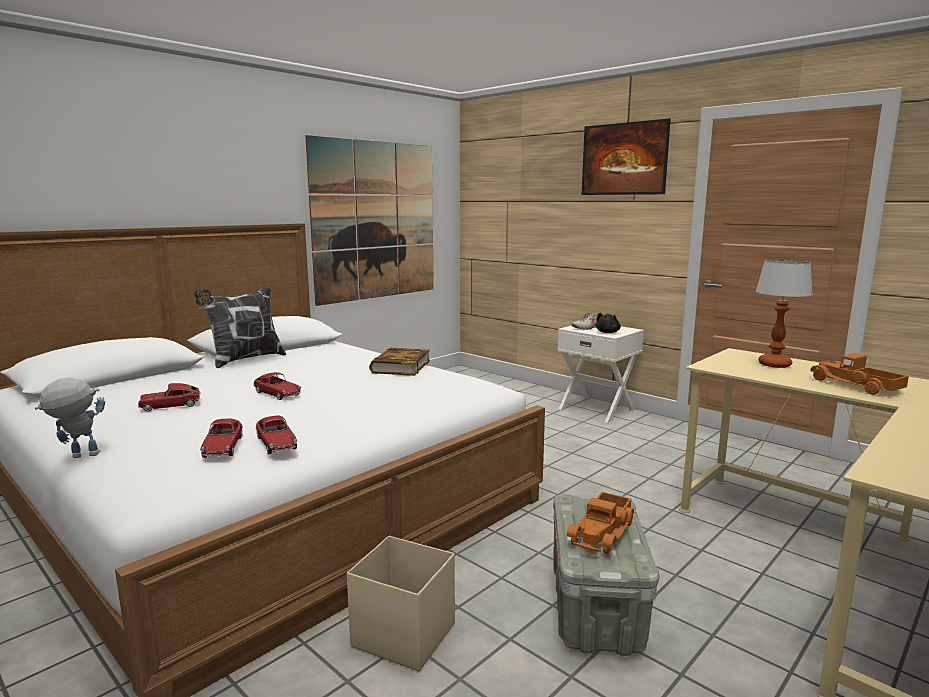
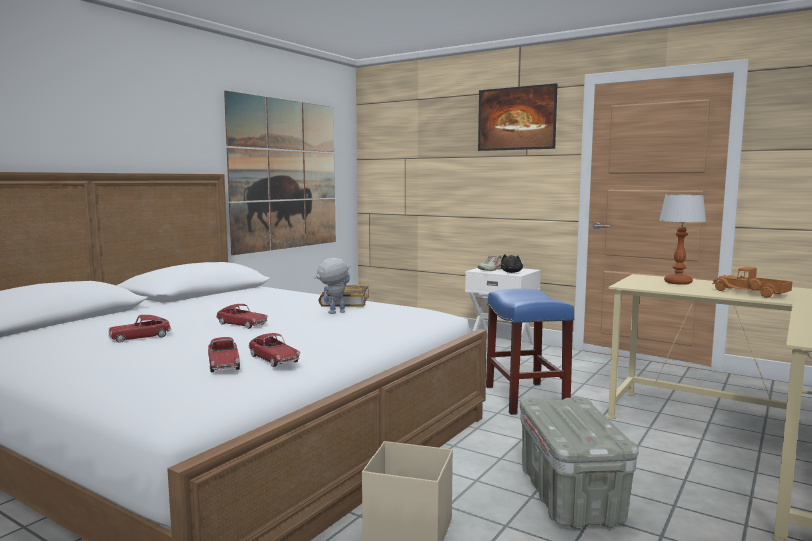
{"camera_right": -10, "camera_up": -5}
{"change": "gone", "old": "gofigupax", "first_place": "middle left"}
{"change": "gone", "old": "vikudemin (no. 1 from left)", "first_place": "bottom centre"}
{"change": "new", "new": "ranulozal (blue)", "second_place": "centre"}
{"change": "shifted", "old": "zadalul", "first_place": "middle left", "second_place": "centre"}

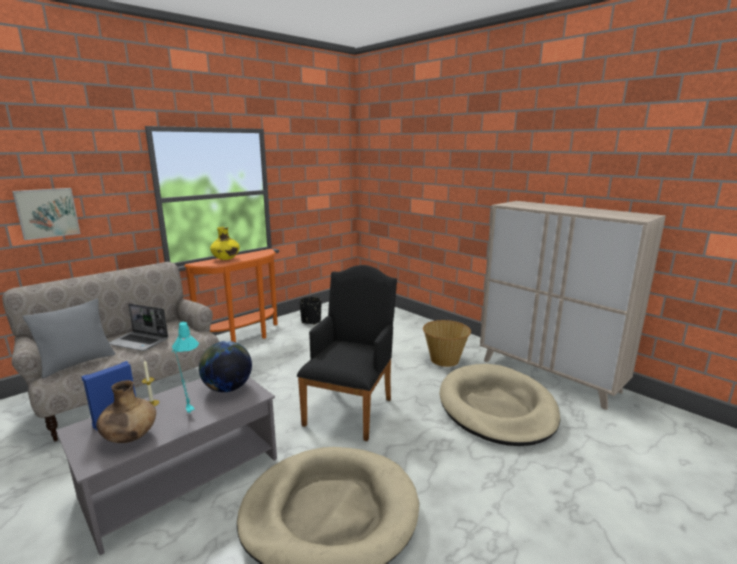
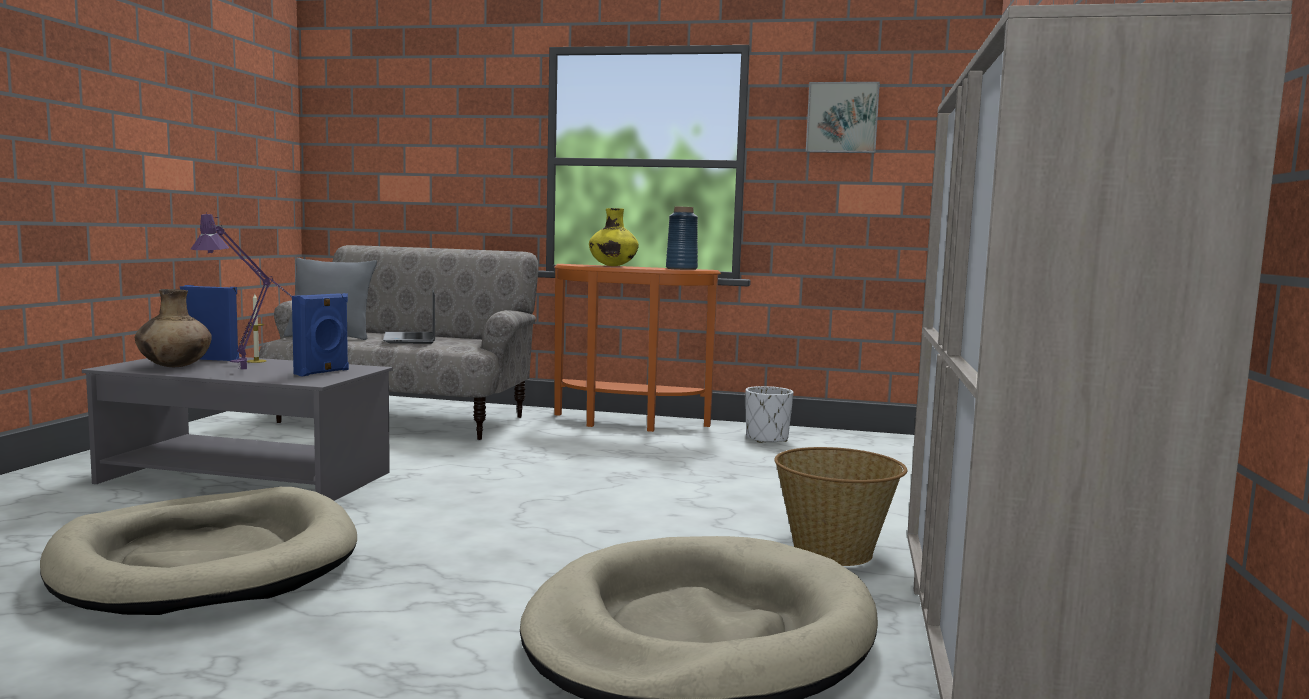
{"camera_right": 55, "camera_up": -10}
{"change": "gone", "old": "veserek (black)", "first_place": "centre"}
{"change": "new", "new": "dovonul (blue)", "second_place": "centre"}
{"change": "shifted", "old": "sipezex", "first_place": "middle left", "second_place": "top centre"}
{"change": "swapped", "old": "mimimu", "new": "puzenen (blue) (no. 2 from left)", "first_place": "middle left", "second_place": "middle left"}
{"change": "repainted", "old": "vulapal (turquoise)", "new": "vulapal (purple)", "first_place": "middle left", "second_place": "middle left"}
{"change": "repainted", "old": "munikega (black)", "new": "munikega (white)", "first_place": "centre", "second_place": "centre"}

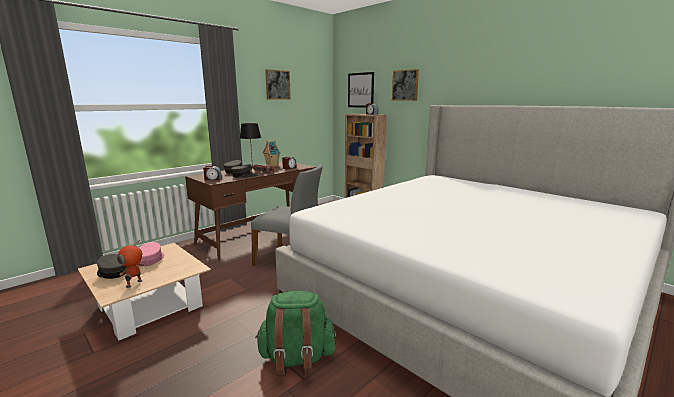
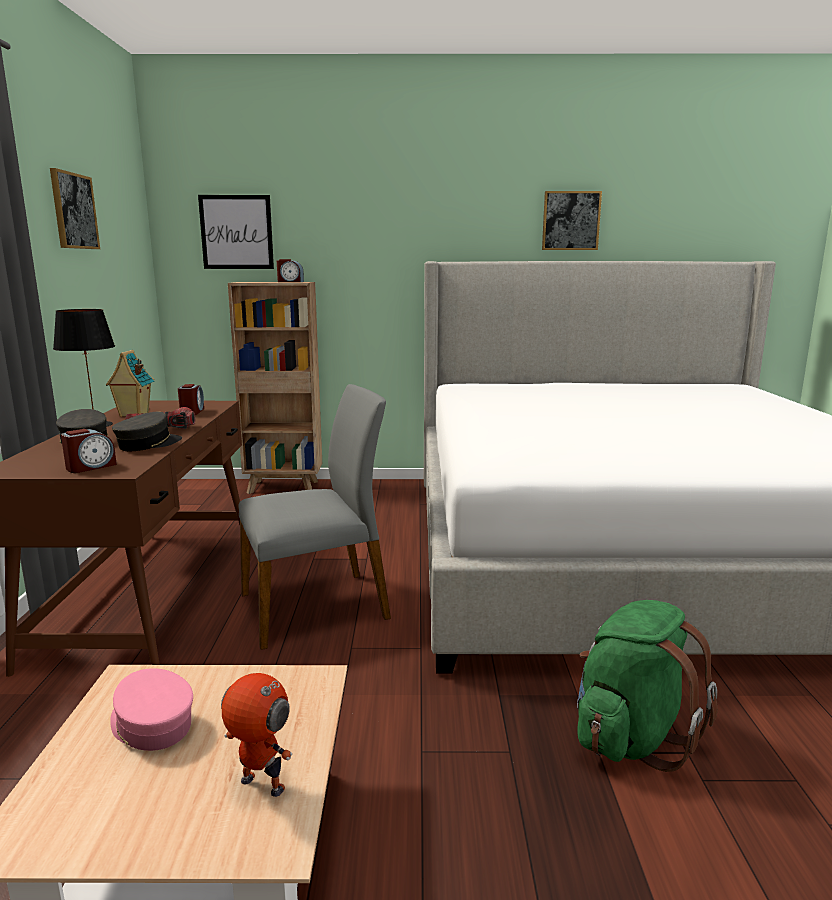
{"camera_right": -45, "camera_up": 0}
{"change": "gone", "old": "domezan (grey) (no. 1 from left)", "first_place": "bottom left"}
{"change": "shifted", "old": "sipezex (no. 3 from left)", "first_place": "top centre", "second_place": "top right"}
{"change": "rotated", "old": "zadalul", "first_place": "middle left", "second_place": "bottom left", "degrees": 135}

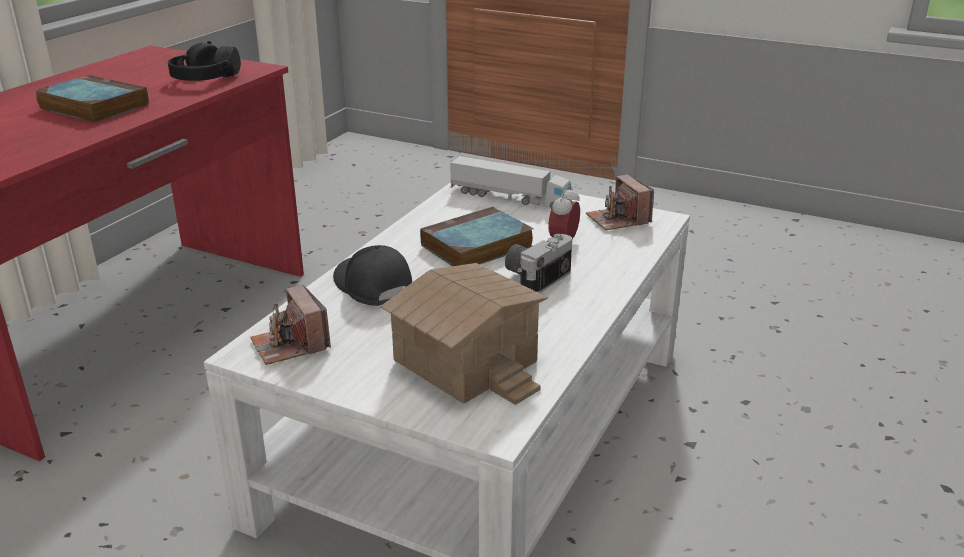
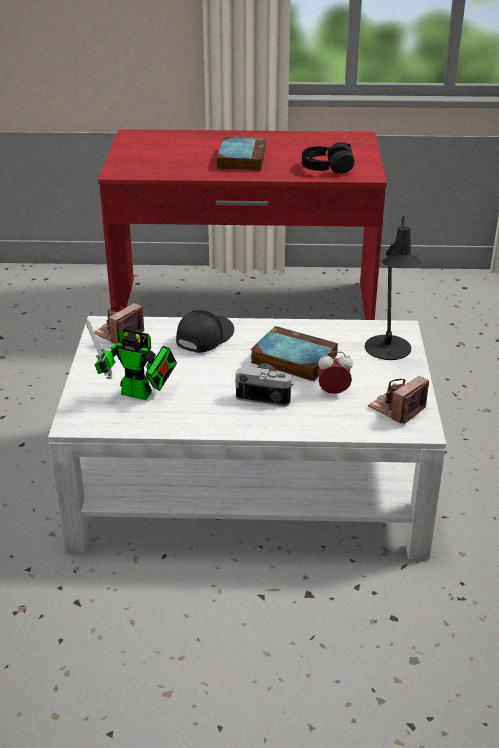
{"camera_right": 65, "camera_up": 5}
{"change": "swapped", "old": "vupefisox", "new": "zadalul", "first_place": "centre", "second_place": "middle left"}
{"change": "swapped", "old": "vikudemin", "new": "vulapal (black)", "first_place": "top centre", "second_place": "middle right"}

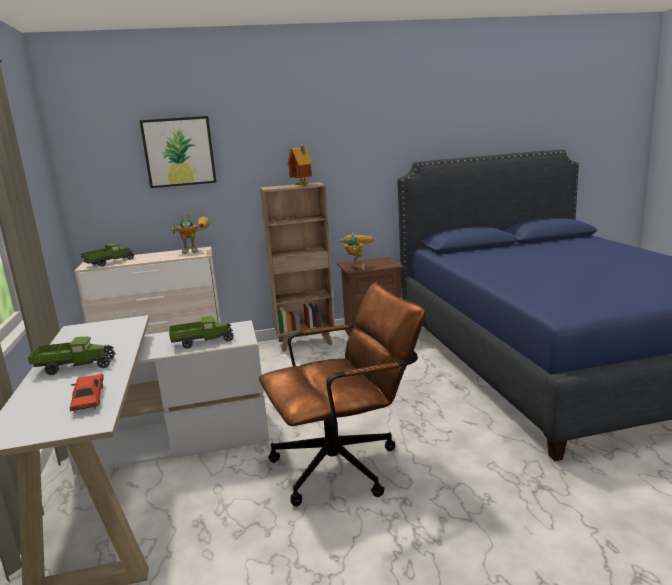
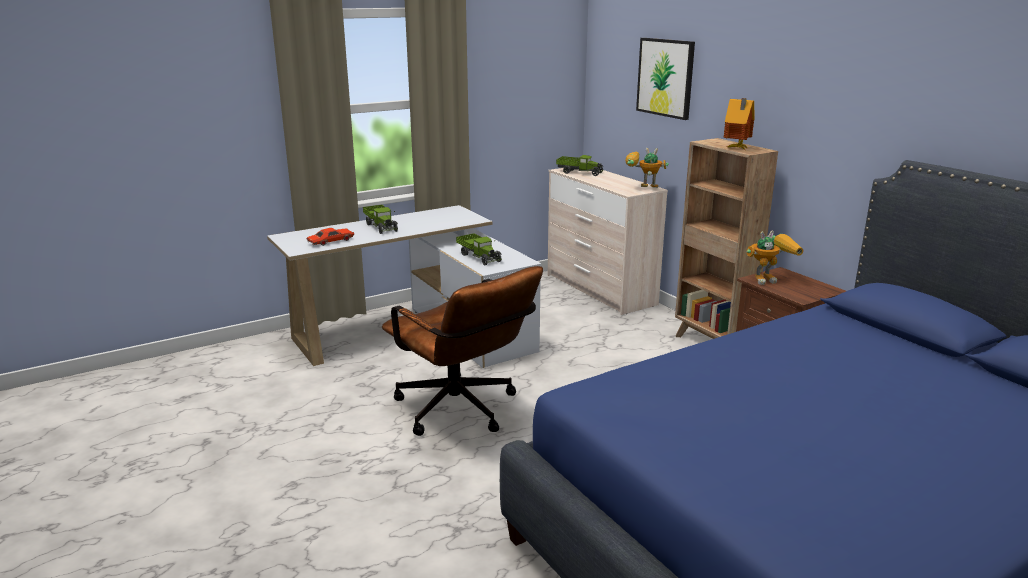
{"camera_right": 70, "camera_up": 5}
{"change": "rotated", "old": "zadalul (no. 1 from left)", "first_place": "middle left", "second_place": "top centre", "degrees": 135}

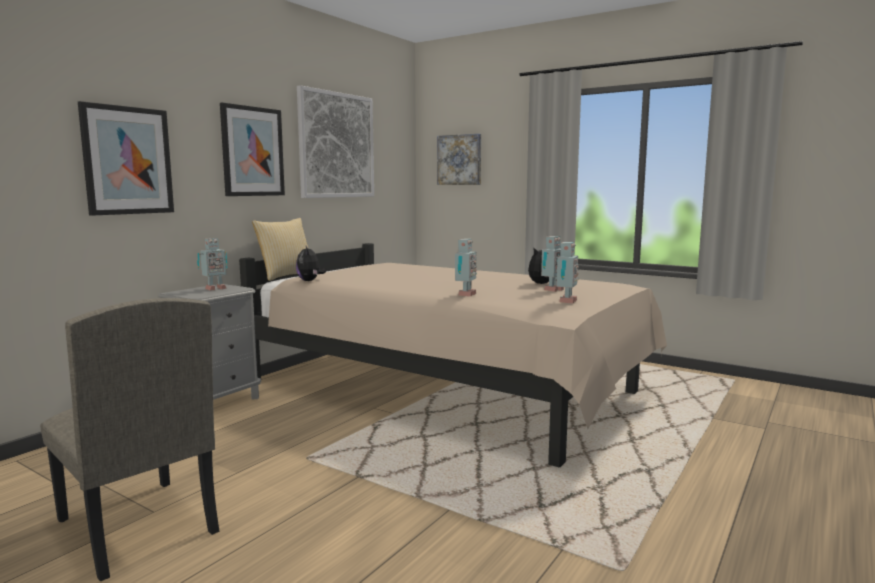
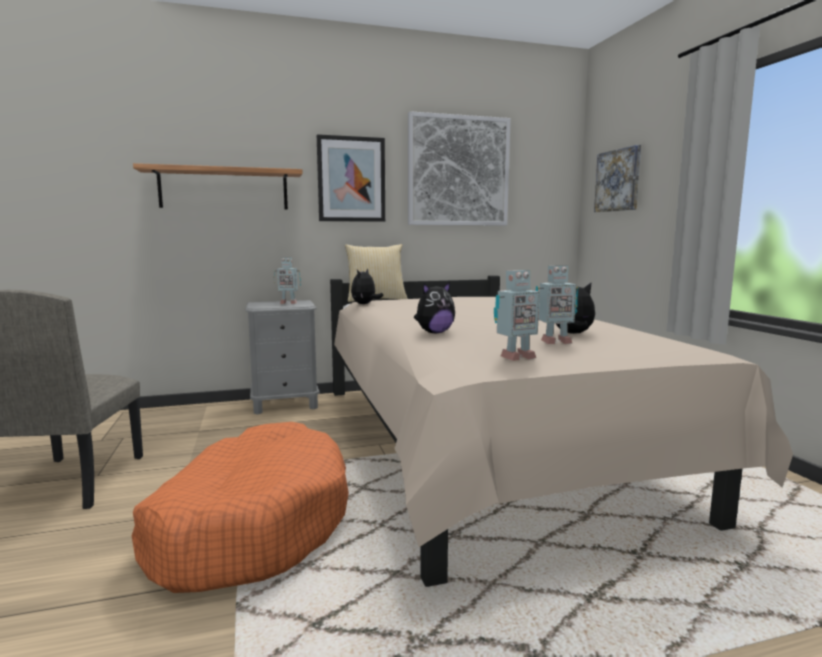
{"camera_right": 40, "camera_up": 0}
{"change": "new", "new": "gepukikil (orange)", "second_place": "bottom left"}
{"change": "swapped", "old": "sipezex (no. 1 from left)", "new": "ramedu", "first_place": "top left", "second_place": "top left"}
{"change": "swapped", "old": "zadalul (no. 2 from left)", "new": "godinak (no. 2 from left)", "first_place": "centre", "second_place": "centre"}

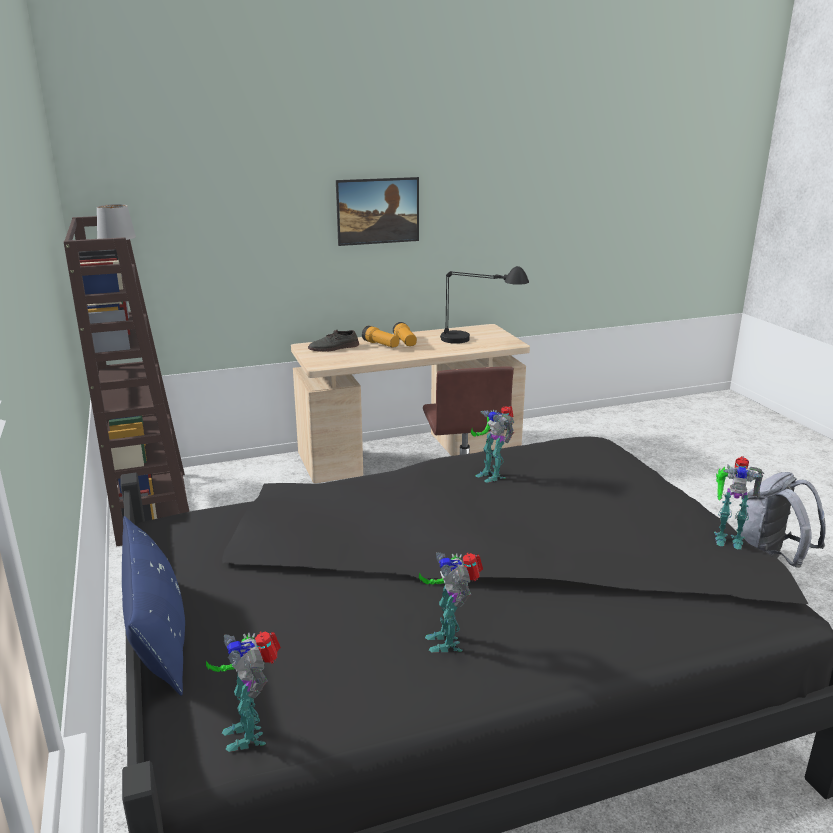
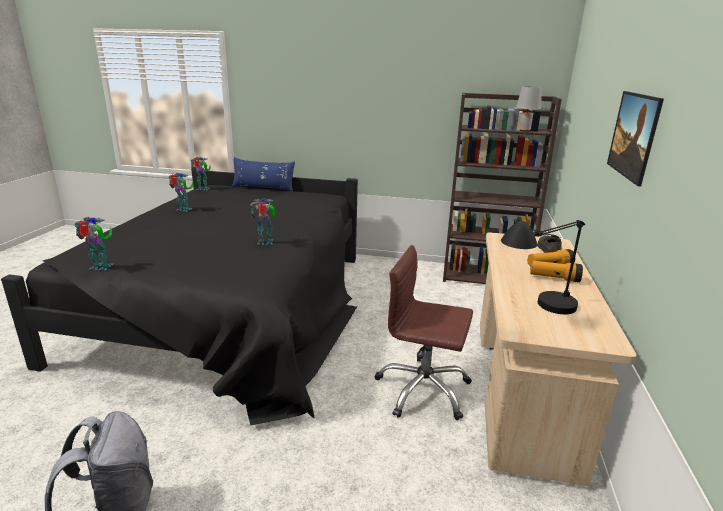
{"camera_right": 120, "camera_up": 0}
{"change": "rotated", "old": "zadalul (no. 4 from left in the first image)", "first_place": "middle right", "second_place": "middle left", "degrees": 45}

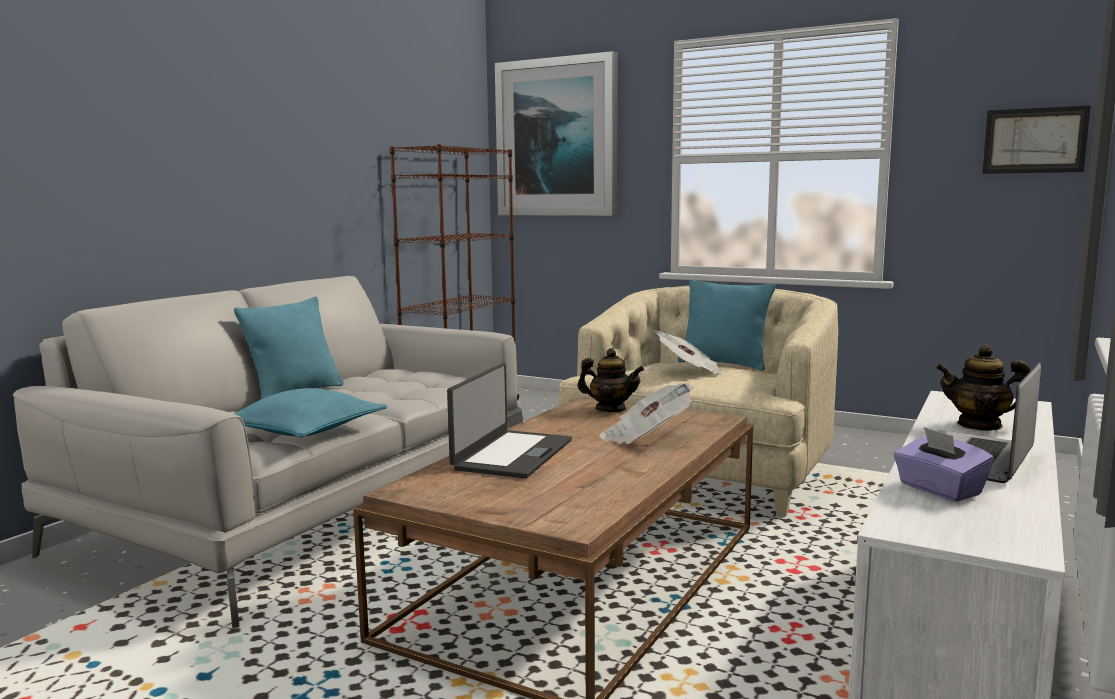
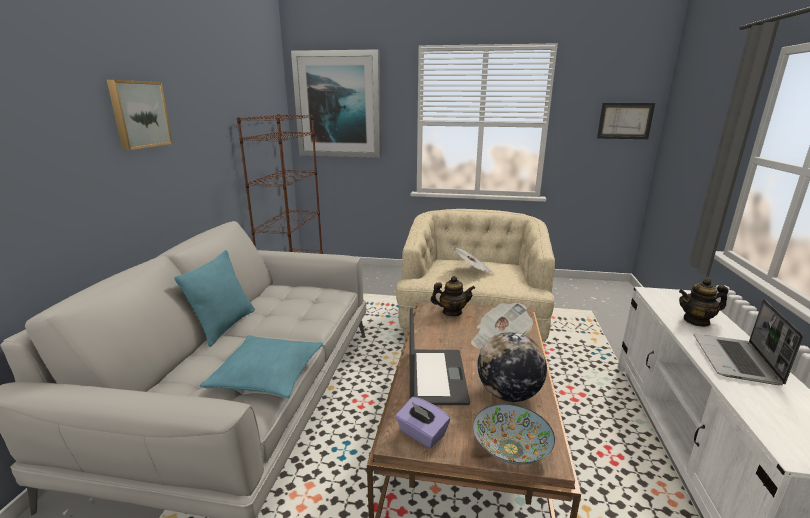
{"camera_right": -20, "camera_up": 10}
{"change": "gone", "old": "gofigupax (turquoise) (no. 3 from left)", "first_place": "centre"}
{"change": "new", "new": "sipezex (no. 1 from left)", "second_place": "top left"}
{"change": "new", "new": "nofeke", "second_place": "bottom centre"}
{"change": "new", "new": "mimimu", "second_place": "bottom centre"}
{"change": "shifted", "old": "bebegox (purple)", "first_place": "middle right", "second_place": "bottom centre"}

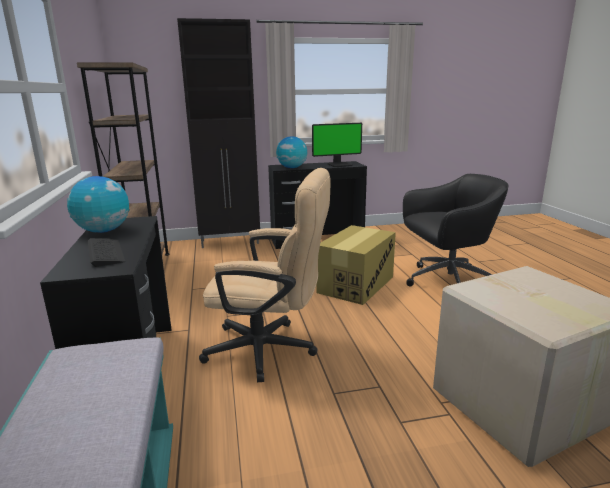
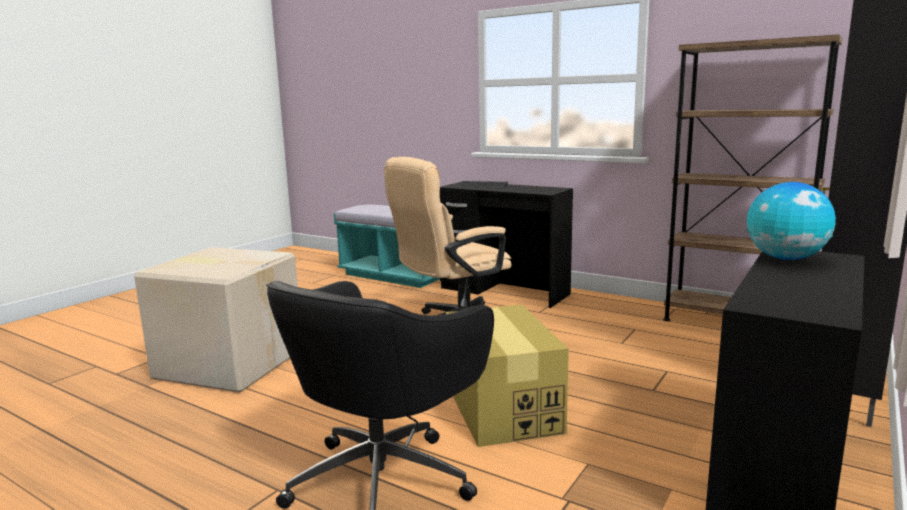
{"camera_right": 135, "camera_up": -5}
{"change": "gone", "old": "mimimu (no. 1 from left)", "first_place": "middle left"}
{"change": "gone", "old": "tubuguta", "first_place": "top centre"}

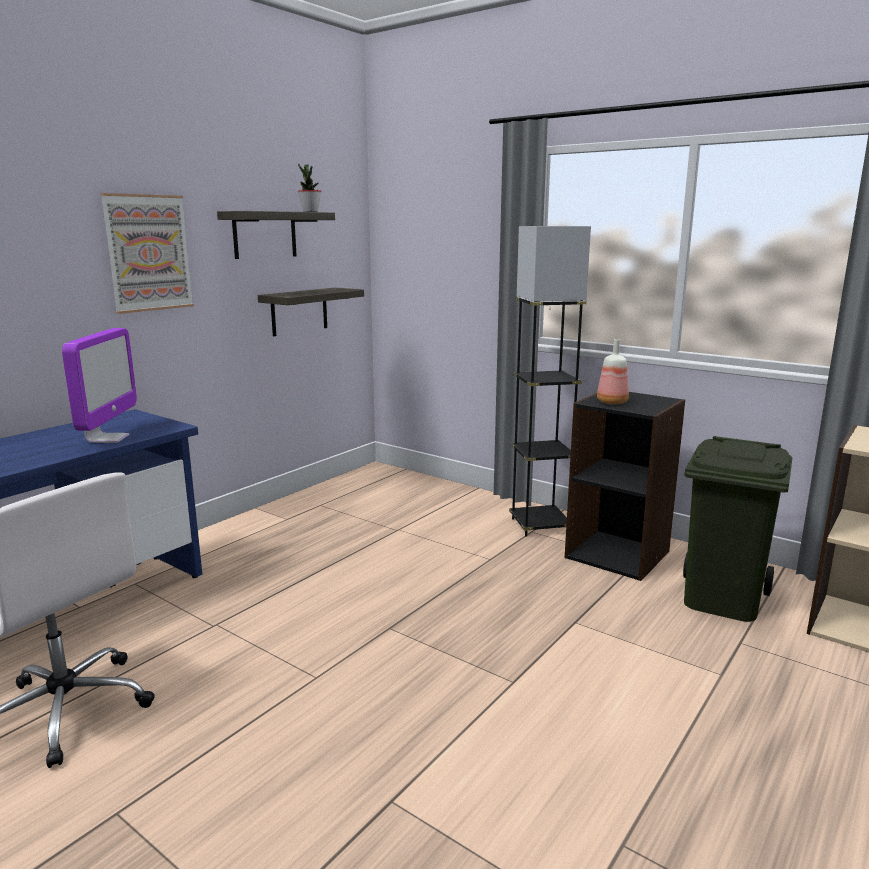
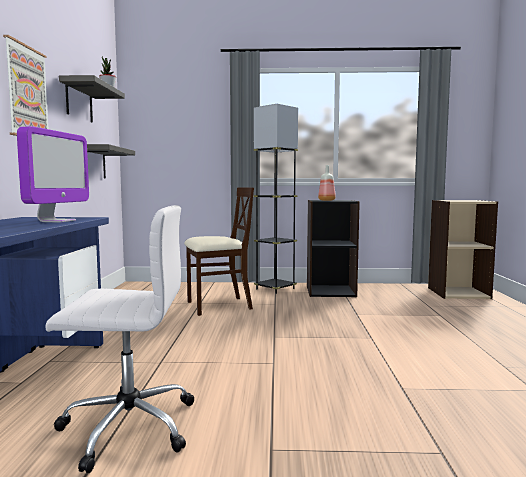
{"camera_right": -35, "camera_up": -10}
{"change": "gone", "old": "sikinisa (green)", "first_place": "middle right"}
{"change": "new", "new": "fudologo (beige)", "second_place": "centre"}
{"change": "rotated", "old": "tubuguta", "first_place": "middle left", "second_place": "middle left", "degrees": 45}

